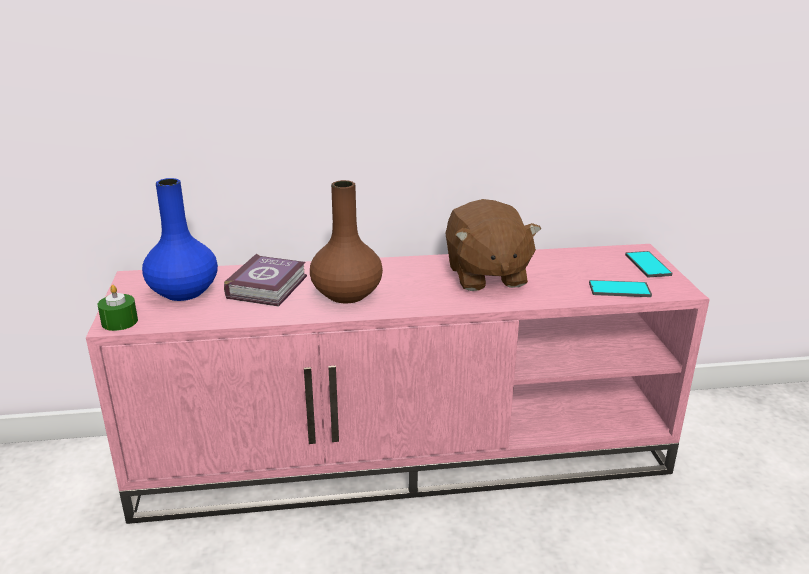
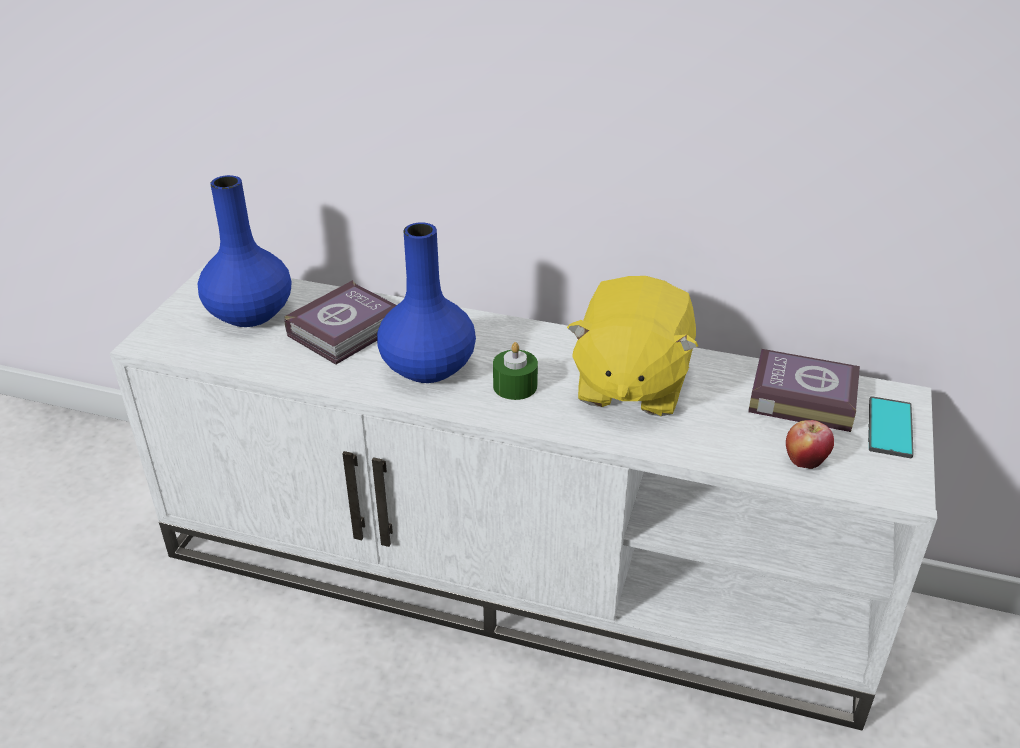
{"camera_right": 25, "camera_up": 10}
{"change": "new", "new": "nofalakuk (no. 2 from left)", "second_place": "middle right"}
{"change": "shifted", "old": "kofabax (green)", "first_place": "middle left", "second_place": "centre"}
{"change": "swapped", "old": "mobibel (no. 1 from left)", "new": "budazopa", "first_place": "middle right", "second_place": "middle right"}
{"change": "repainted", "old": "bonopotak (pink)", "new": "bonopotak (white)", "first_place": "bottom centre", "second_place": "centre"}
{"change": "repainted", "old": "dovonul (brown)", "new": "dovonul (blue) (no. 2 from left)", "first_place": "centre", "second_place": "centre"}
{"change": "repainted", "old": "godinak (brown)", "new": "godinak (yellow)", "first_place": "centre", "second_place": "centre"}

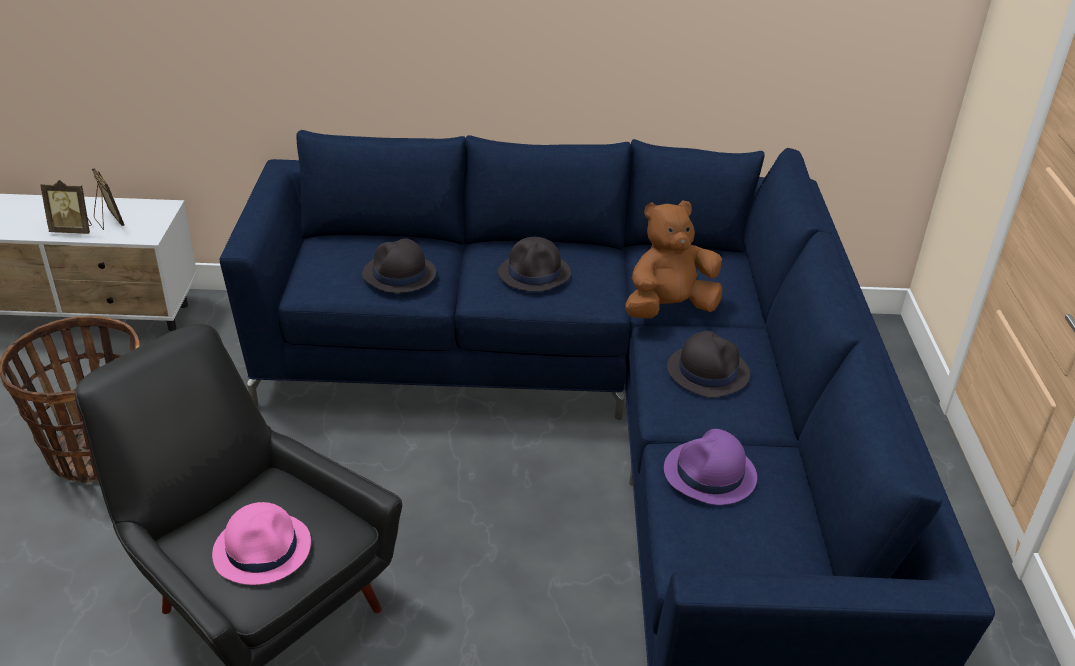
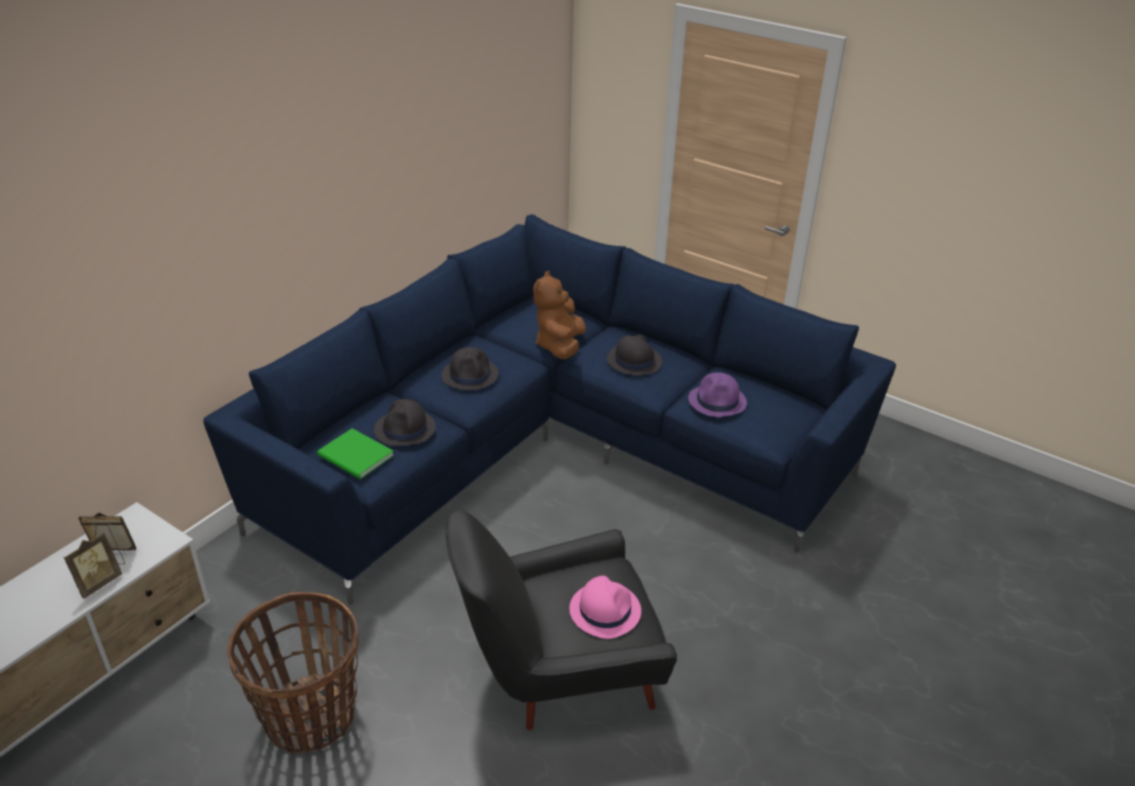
{"camera_right": -55, "camera_up": 0}
{"change": "new", "new": "nofalakuk (green)", "second_place": "middle left"}

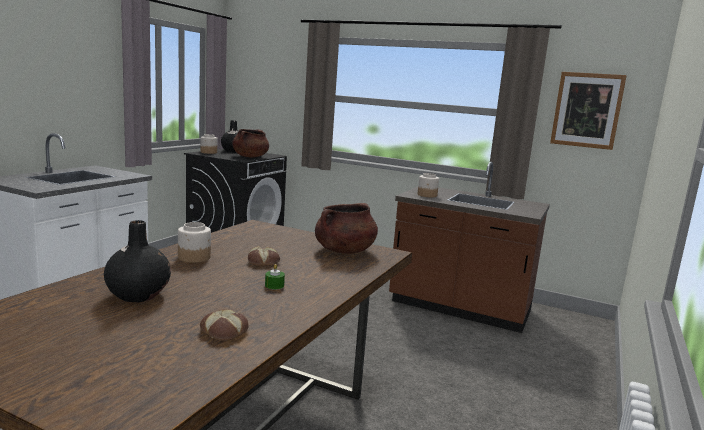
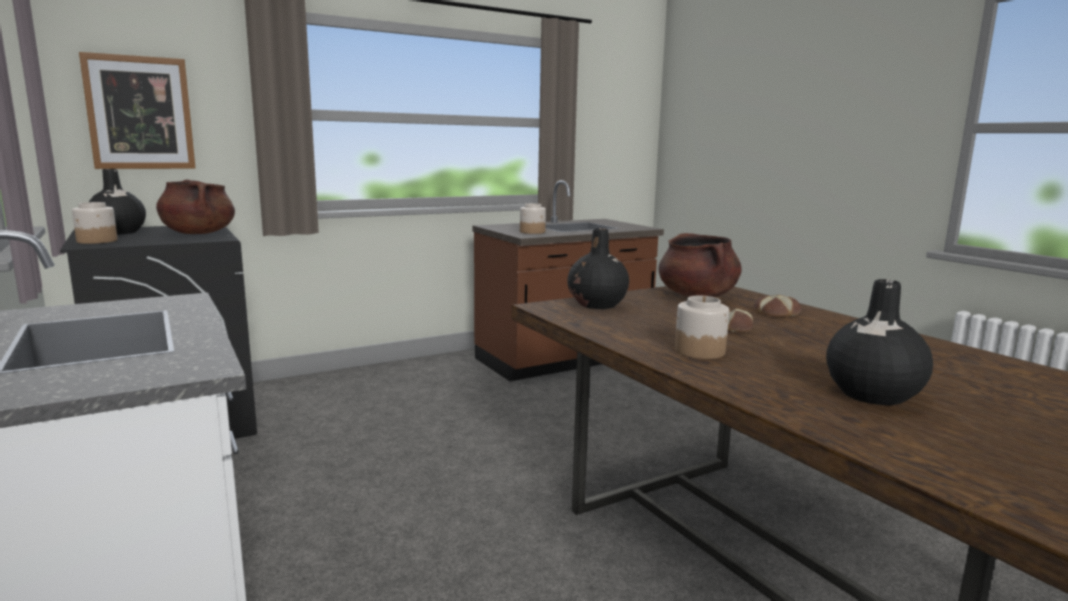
{"camera_right": -55, "camera_up": 0}
{"change": "gone", "old": "kofabax (green)", "first_place": "centre"}
{"change": "new", "new": "dovonul (black) (no. 2 from left)", "second_place": "centre"}
{"change": "shifted", "old": "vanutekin (no. 1 from left in the first image)", "new": "vanutekin (no. 2 from left)", "first_place": "bottom left", "second_place": "middle right"}
{"change": "shifted", "old": "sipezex", "first_place": "top right", "second_place": "top left"}

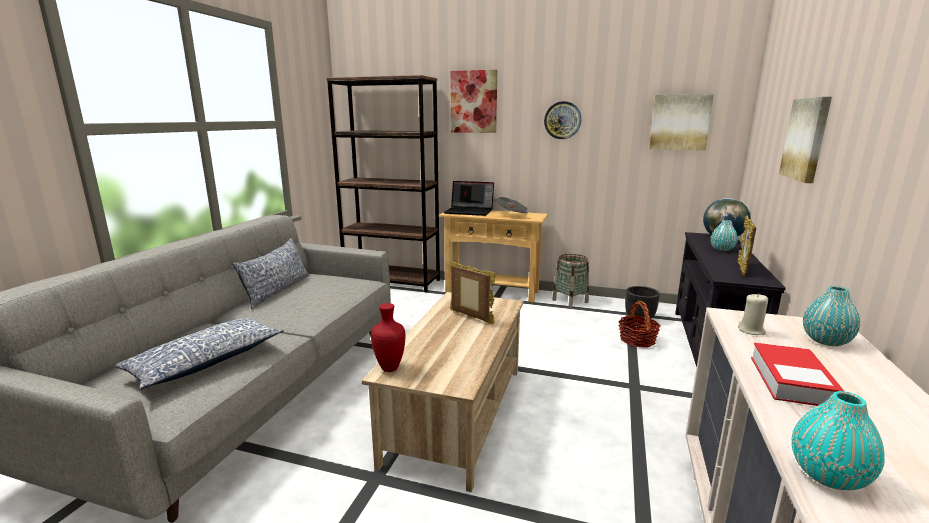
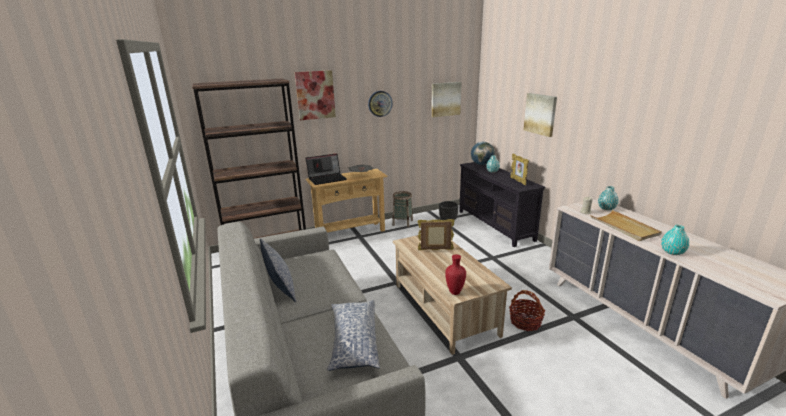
{"camera_right": -40, "camera_up": 5}
{"change": "shifted", "old": "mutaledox (no. 2 from left)", "first_place": "middle right", "second_place": "bottom right"}
{"change": "swapped", "old": "nofalakuk", "new": "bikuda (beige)", "first_place": "bottom right", "second_place": "middle right"}

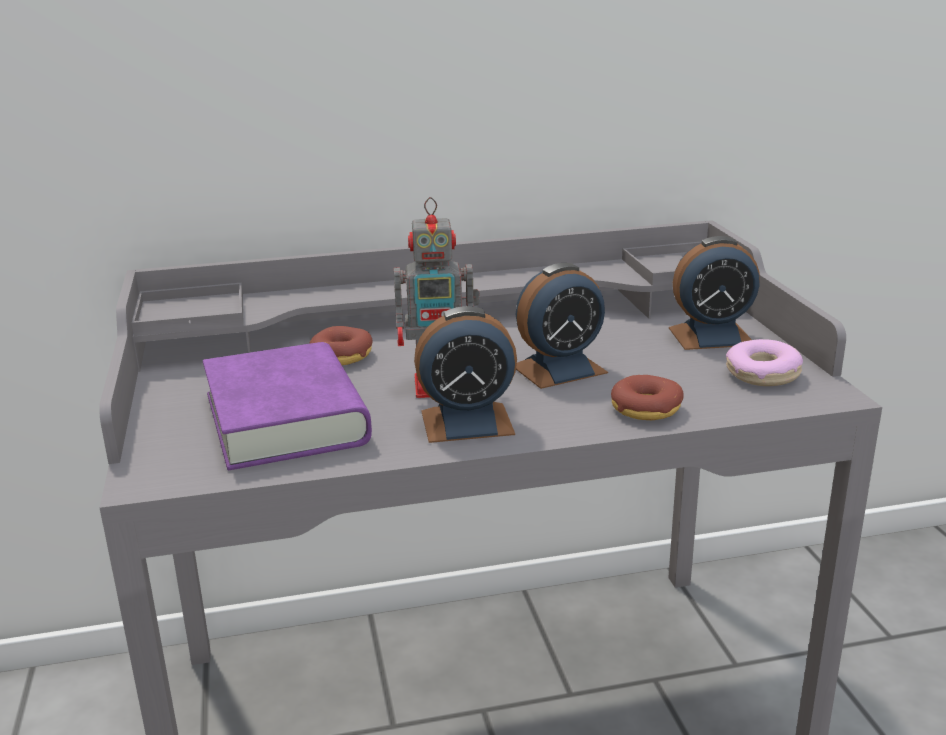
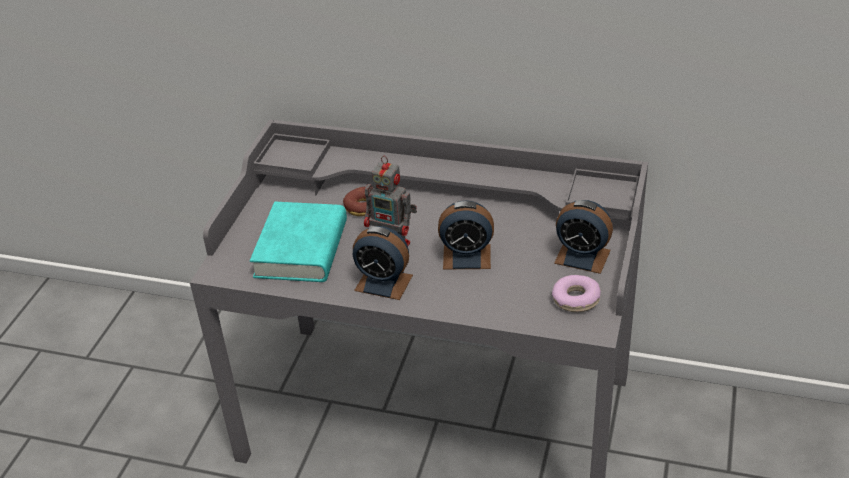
{"camera_right": 30, "camera_up": 15}
{"change": "gone", "old": "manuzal (no. 2 from left)", "first_place": "middle right"}
{"change": "repainted", "old": "nofalakuk (purple)", "new": "nofalakuk (turquoise)", "first_place": "middle left", "second_place": "centre"}

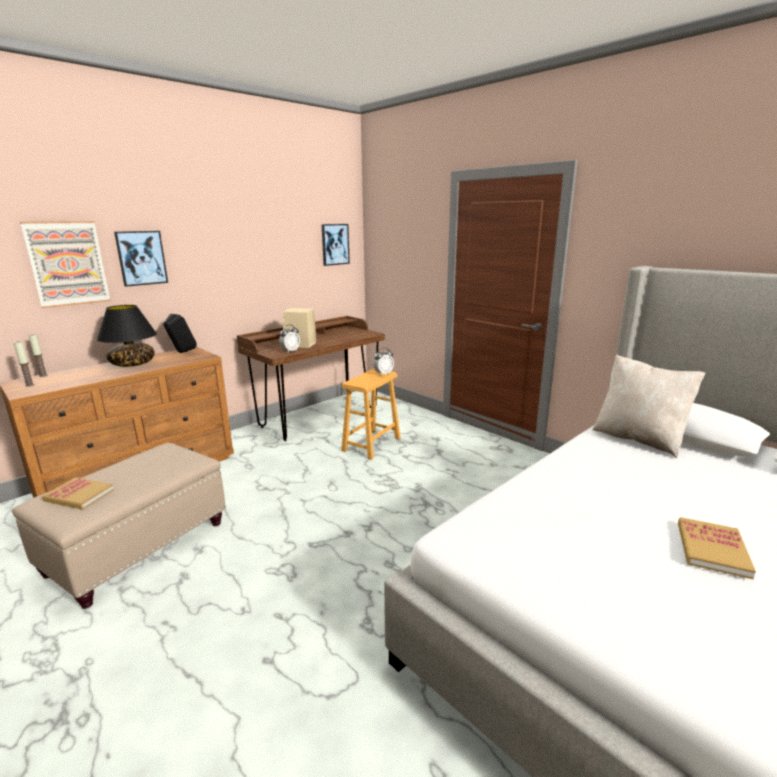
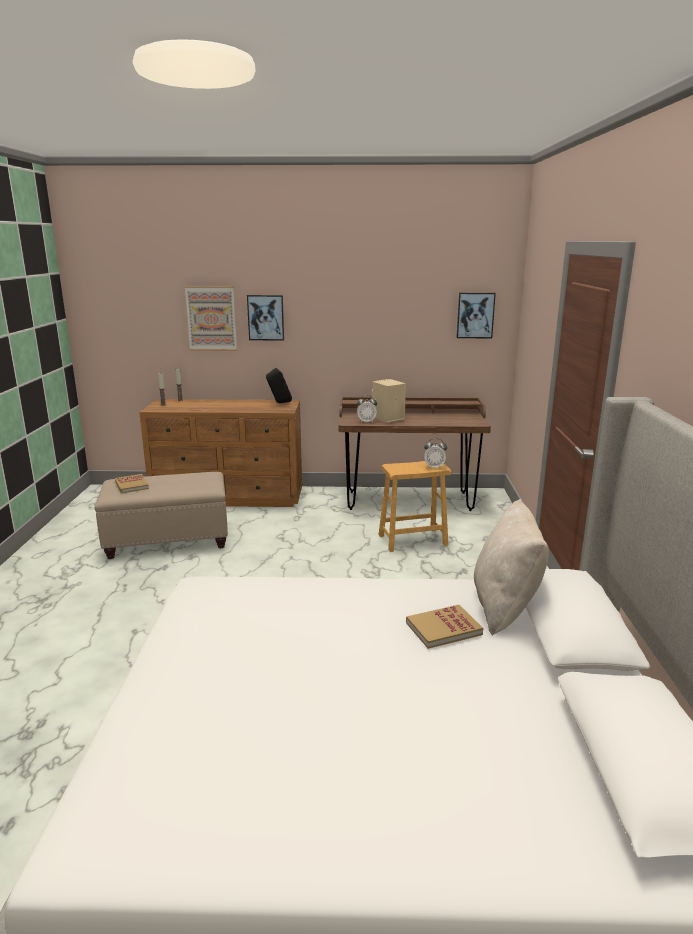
{"camera_right": 45, "camera_up": 0}
{"change": "gone", "old": "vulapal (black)", "first_place": "middle left"}
{"change": "shifted", "old": "nofalakuk (no. 2 from left)", "first_place": "bottom right", "second_place": "bottom centre"}

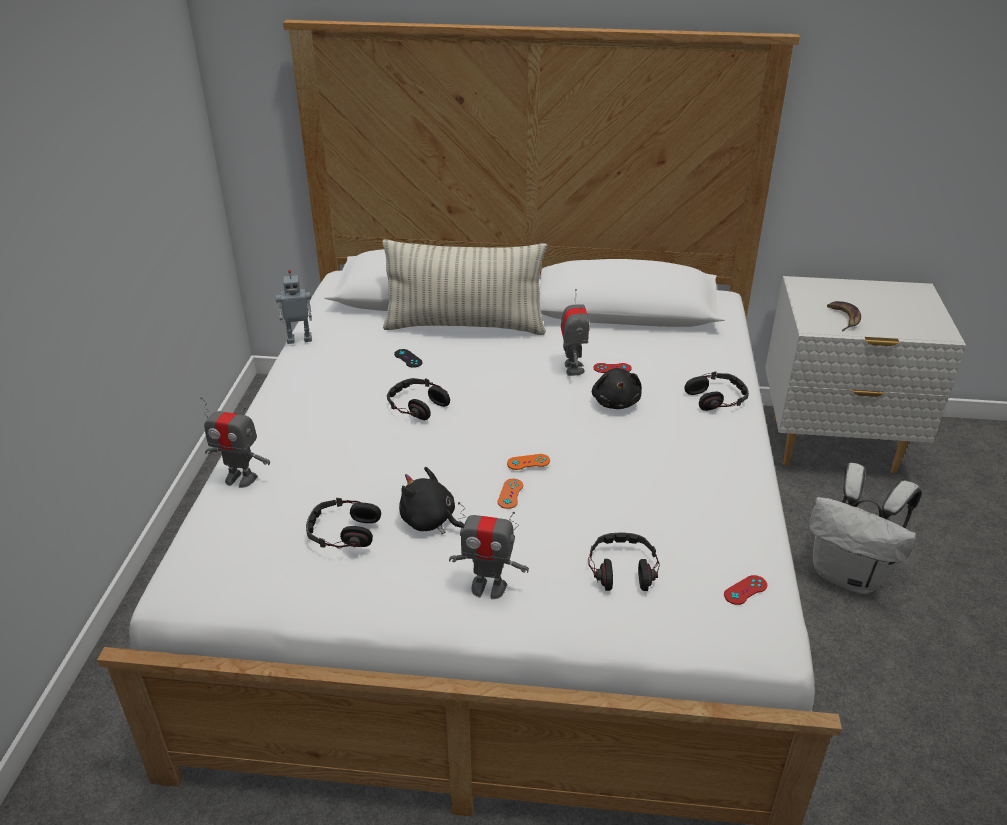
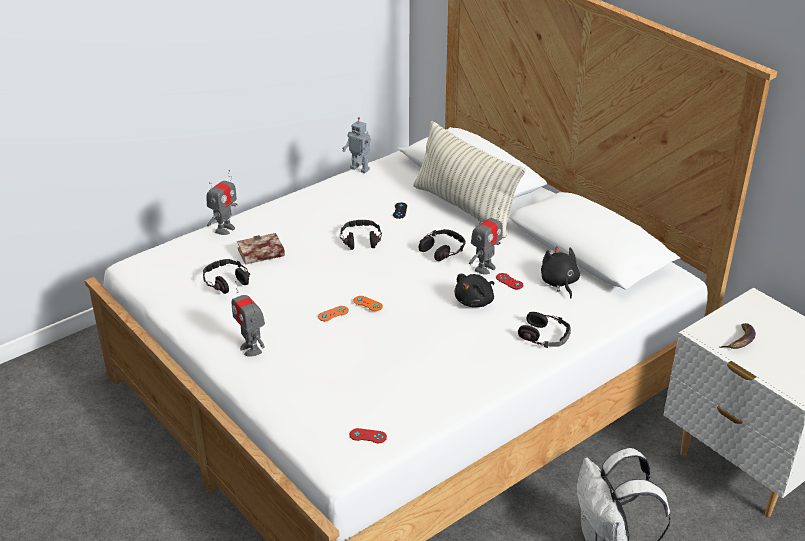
{"camera_right": 45, "camera_up": 0}
{"change": "new", "new": "nofalakuk", "second_place": "middle left"}
{"change": "shifted", "old": "godinak (black) (no. 1 from left in the first image)", "new": "godinak (black) (no. 2 from left)", "first_place": "centre", "second_place": "middle right"}
{"change": "shifted", "old": "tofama (no. 3 from left)", "first_place": "bottom centre", "second_place": "centre"}
{"change": "rotated", "old": "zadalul (no. 1 from left)", "first_place": "middle left", "second_place": "middle left", "degrees": -120}

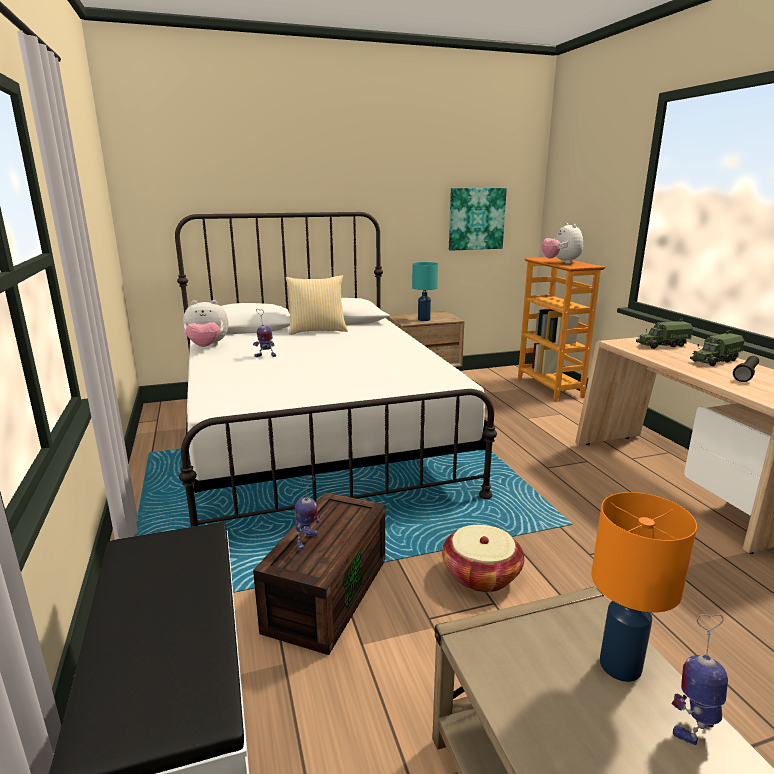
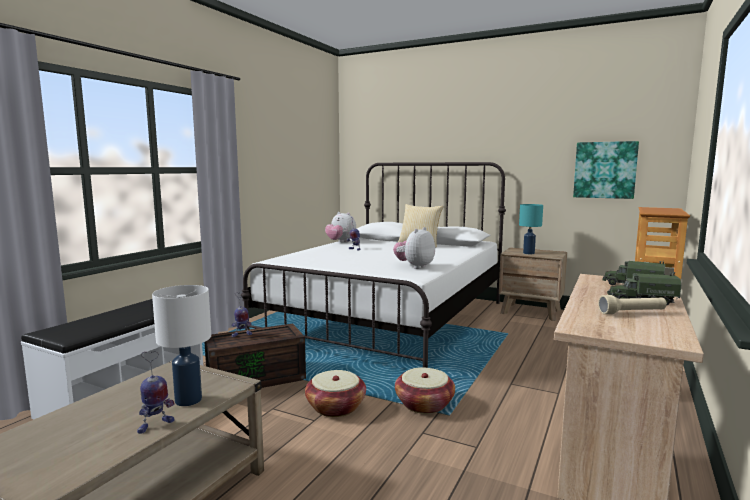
{"camera_right": 45, "camera_up": -10}
{"change": "new", "new": "mutaledox (no. 2 from left)", "second_place": "bottom centre"}
{"change": "shifted", "old": "godinak (no. 2 from left)", "first_place": "top right", "second_place": "centre"}
{"change": "repainted", "old": "vulapal (orange)", "new": "vulapal (white)", "first_place": "bottom right", "second_place": "bottom left"}
{"change": "repainted", "old": "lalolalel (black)", "new": "lalolalel (beige)", "first_place": "middle right", "second_place": "middle right"}
{"change": "rotated", "old": "zadalul (no. 3 from left in the first image)", "first_place": "bottom right", "second_place": "bottom left", "degrees": 120}

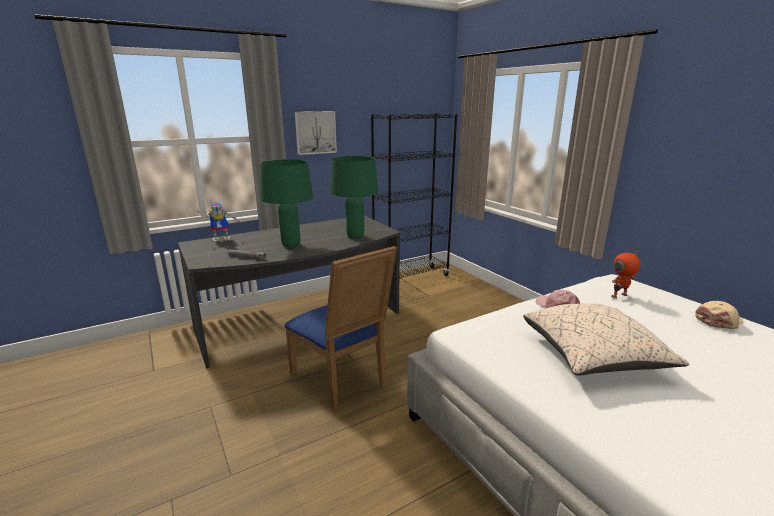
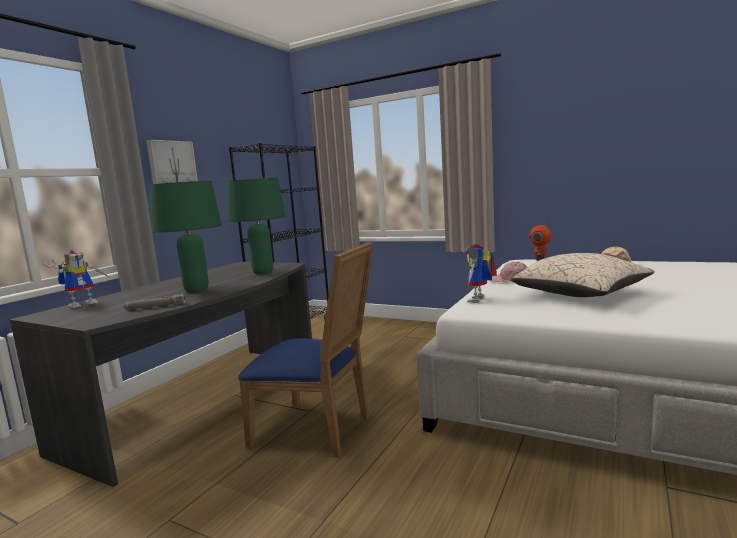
{"camera_right": -30, "camera_up": -10}
{"change": "new", "new": "zadalul (no. 2 from left)", "second_place": "centre"}

